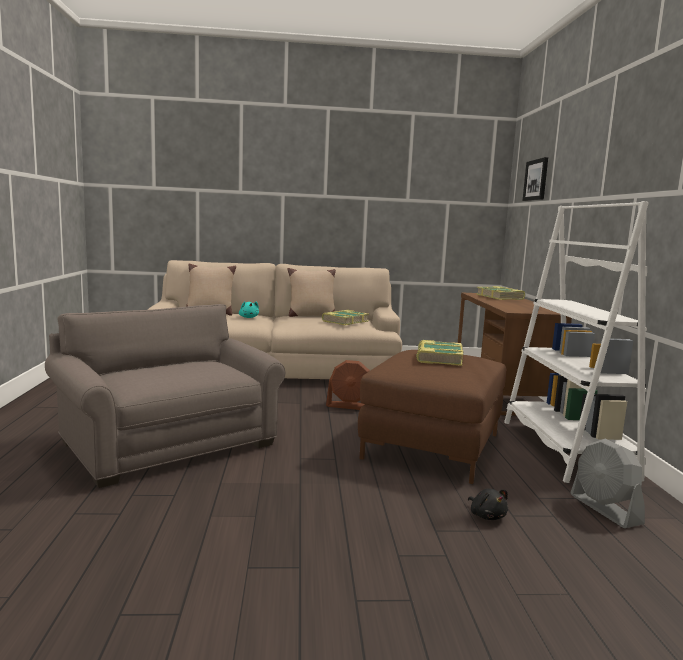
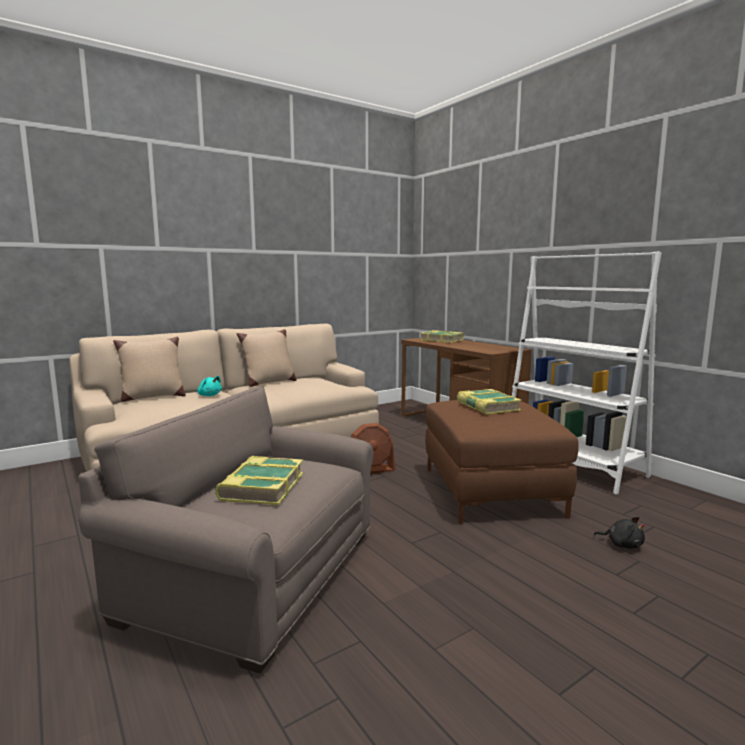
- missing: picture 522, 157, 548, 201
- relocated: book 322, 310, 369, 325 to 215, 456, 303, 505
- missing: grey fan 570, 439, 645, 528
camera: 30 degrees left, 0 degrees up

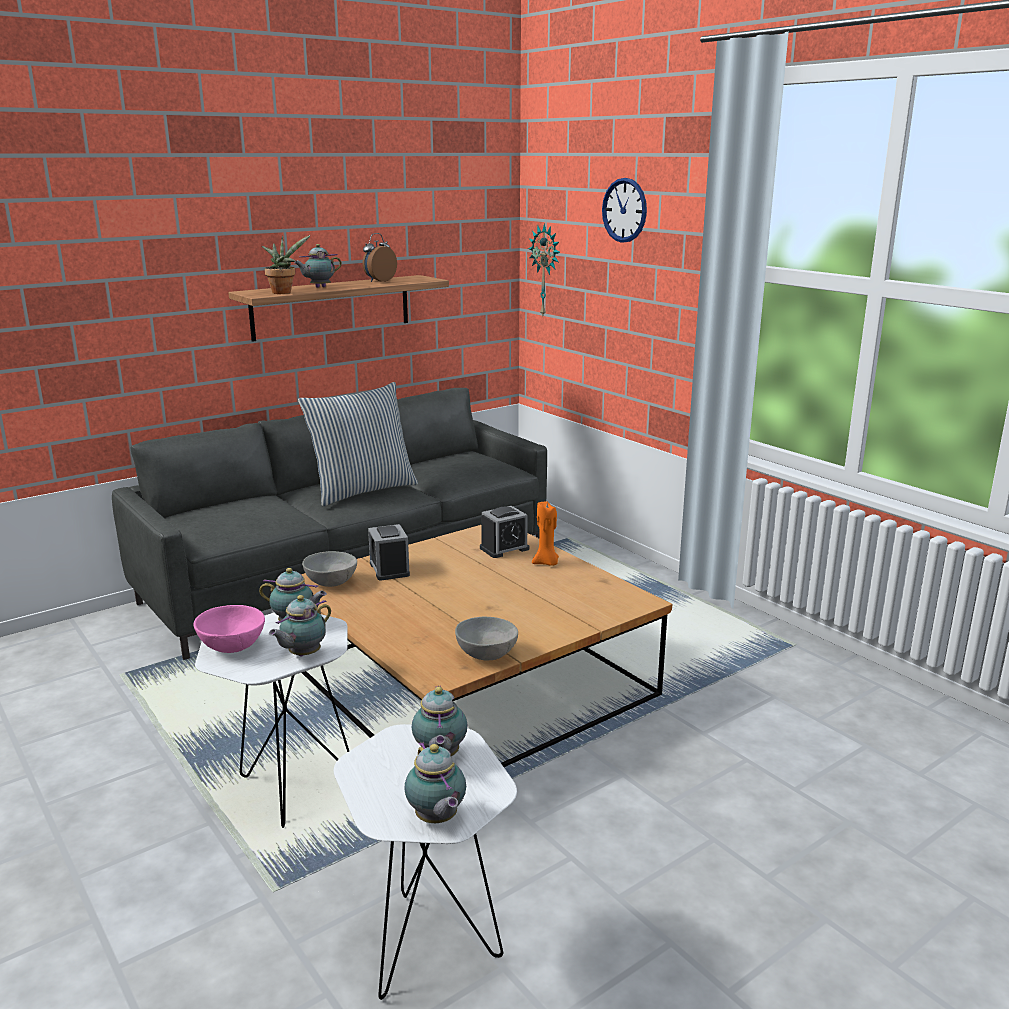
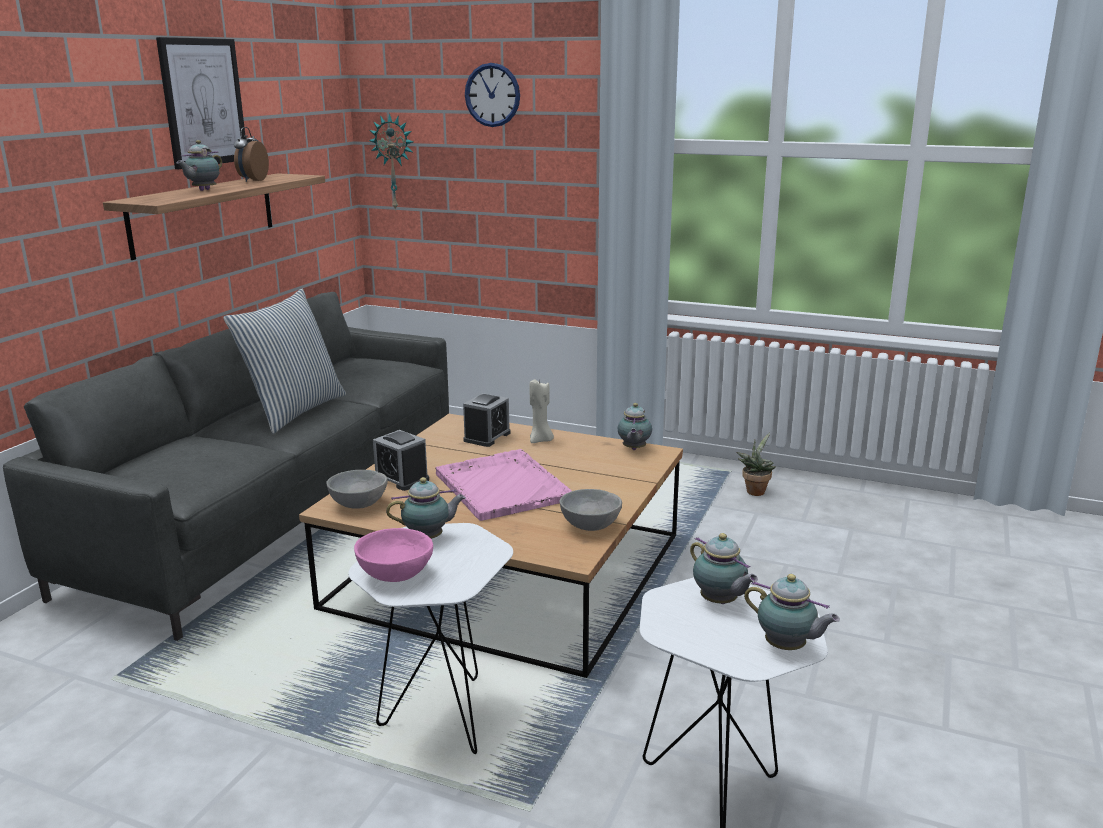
- relocated: potted plant 262, 235, 311, 294 to 736, 432, 776, 496
- colour: orange candle 532, 501, 559, 566 to beige candle 530, 378, 554, 443
- relocated: teapot 269, 595, 331, 656 to 618, 403, 652, 450
- appeared: picture 156, 37, 246, 169
- appeared: pink tray 435, 449, 572, 521
camera: 30 degrees left, 0 degrees up

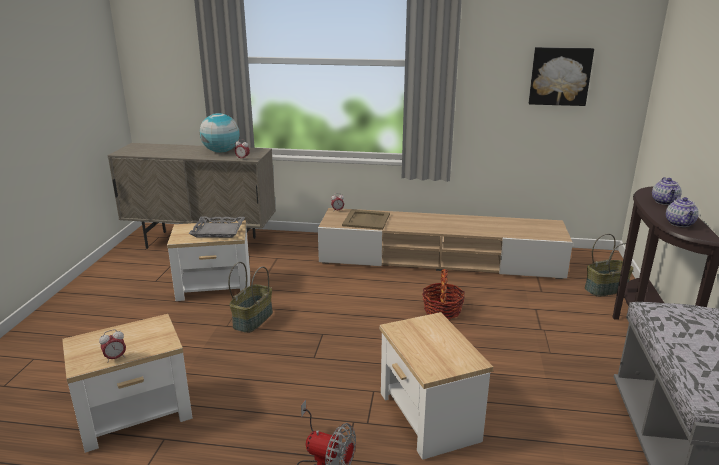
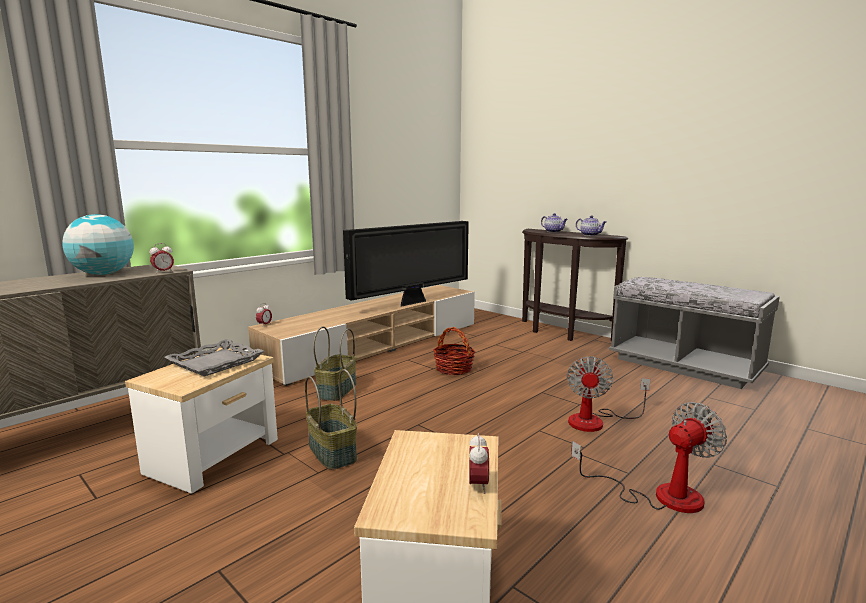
- missing: picture 529, 47, 594, 106
- missing: beige tray 342, 209, 390, 230
- relocated: basket 585, 234, 634, 297 to 313, 327, 356, 401
- exchanged: side table 380, 312, 493, 460 to fan 567, 356, 650, 432
- appeared: television 343, 221, 469, 307
camera: 55 degrees left, 10 degrees down

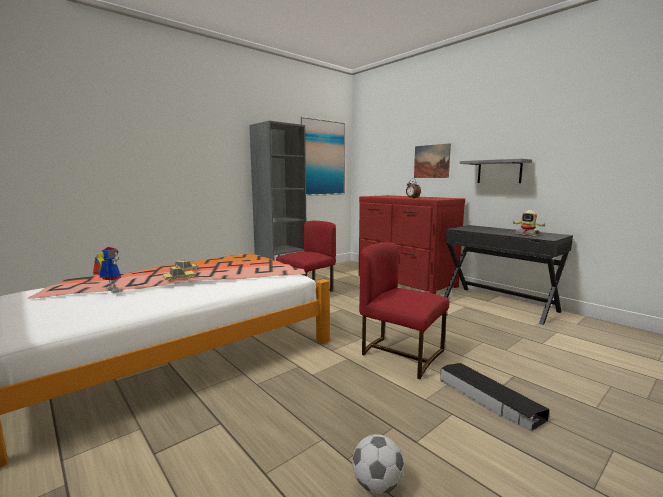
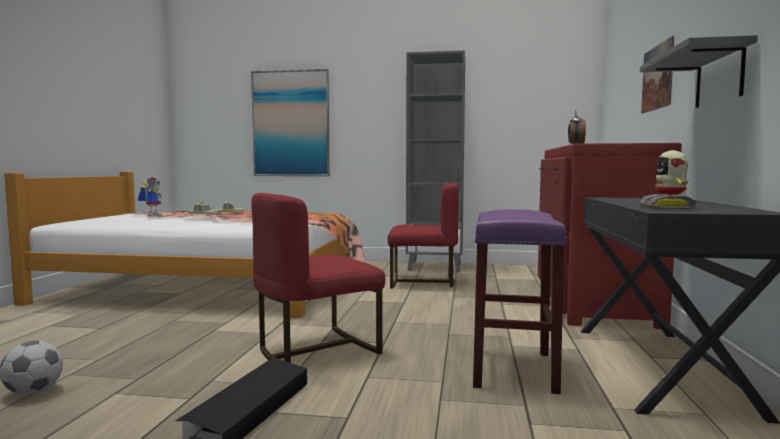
- relocated: picture 301, 117, 345, 196 to 251, 69, 330, 176
- spun: red chair 359, 242, 449, 379 = 251, 193, 385, 363 120 degrees counterclockwise
- appeared: purple stool 473, 209, 567, 394
camera: 50 degrees right, 5 degrees down

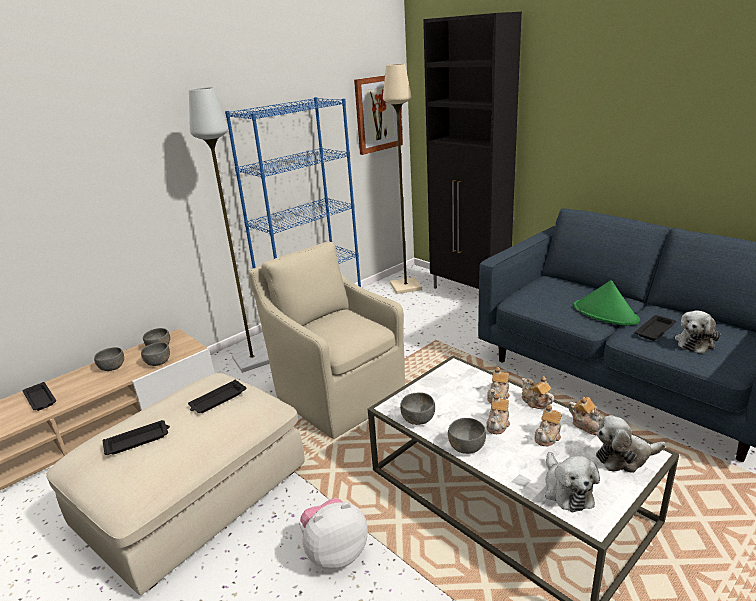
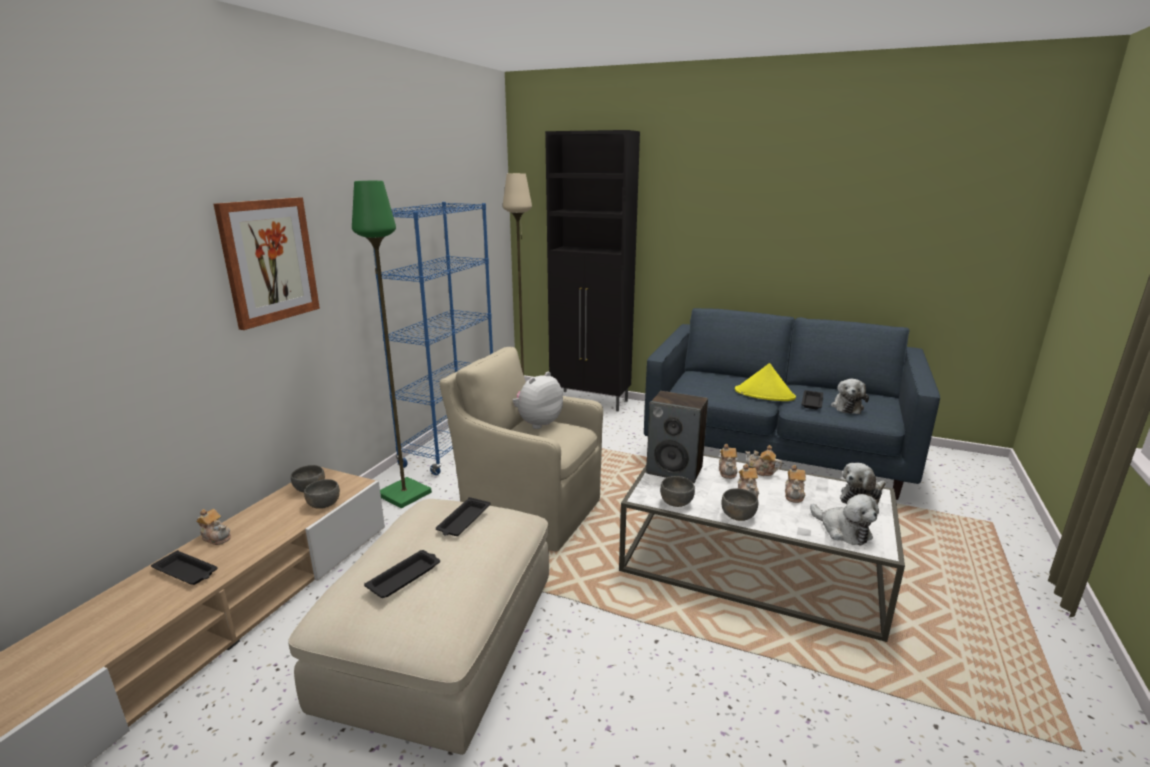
- relocated: picture 354, 75, 403, 155 to 213, 197, 320, 330
- colour: grey floor lamp 189, 87, 270, 373 to green floor lamp 352, 181, 432, 508
- colour: green hat 574, 280, 640, 326 to yellow hat 735, 363, 796, 401
- missing: grey bowl 94, 347, 124, 371
- relocated: teapot 568, 397, 604, 435 to 196, 509, 231, 545
- relocated: plush toy 300, 498, 368, 569 to 513, 372, 563, 429
- appeared: speaker 646, 391, 708, 483
camera: 25 degrees left, 5 degrees down

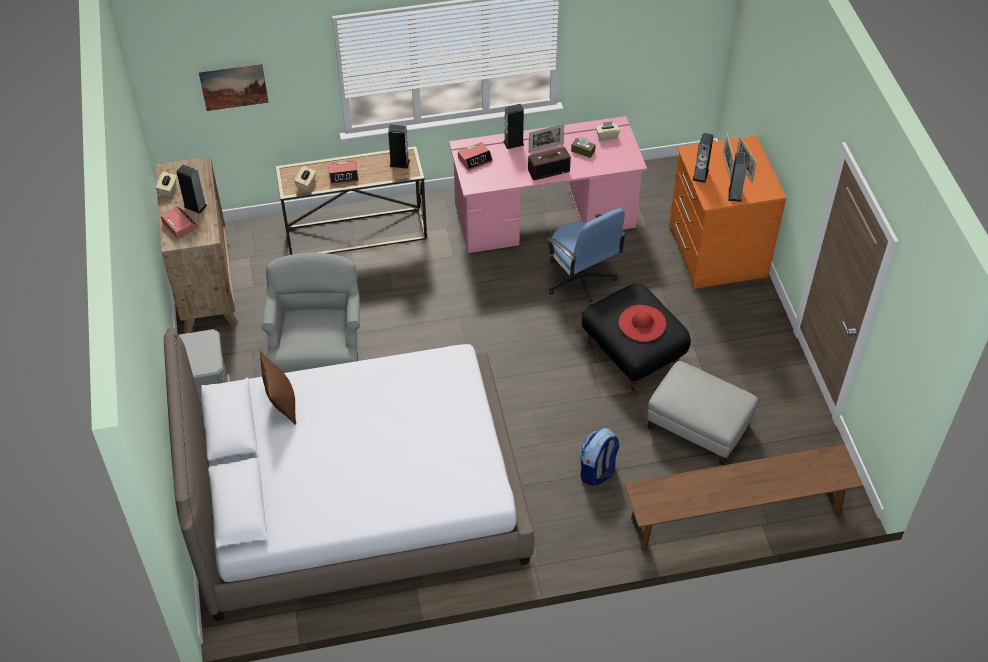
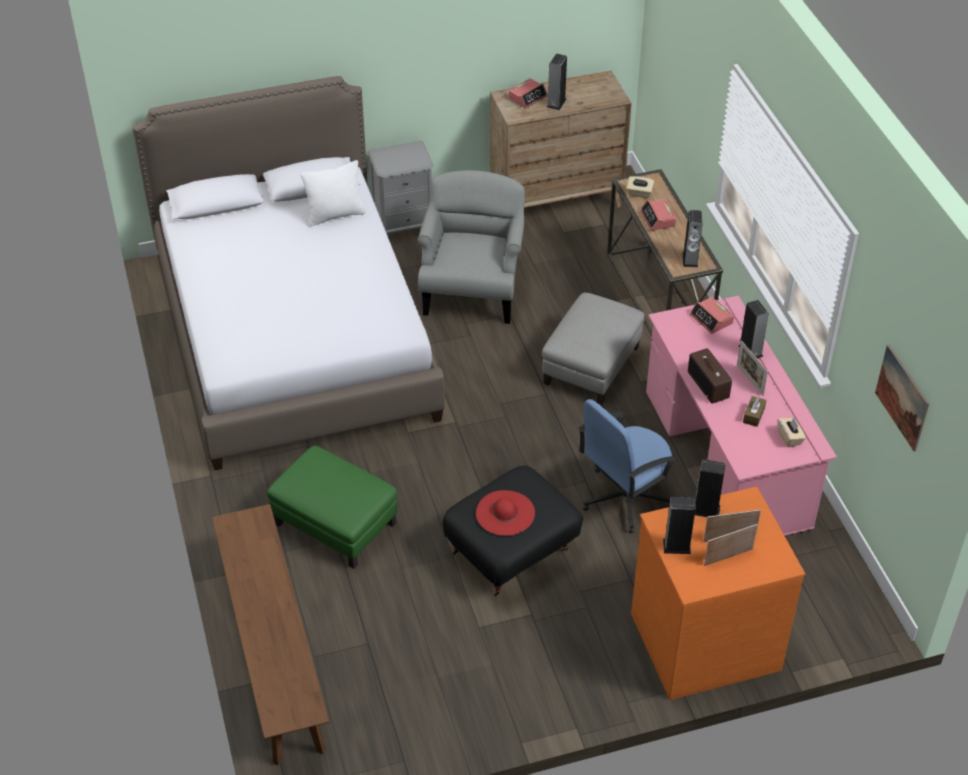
- relocated: picture 199, 63, 269, 111 to 875, 345, 929, 452
- missing: beige tissue box 156, 172, 177, 196
- spun: grey armchair 261, 252, 360, 373 = 418, 170, 525, 324 75 degrees counterclockwise
- colour: brown pillow 260, 351, 296, 425 to white pillow 301, 160, 366, 226
- relocated: grey ottoman 647, 361, 758, 465 to 542, 292, 645, 405
- exchanged: backpack 580, 428, 620, 486 to green ottoman 267, 446, 398, 568
camera: 85 degrees right, 5 degrees down

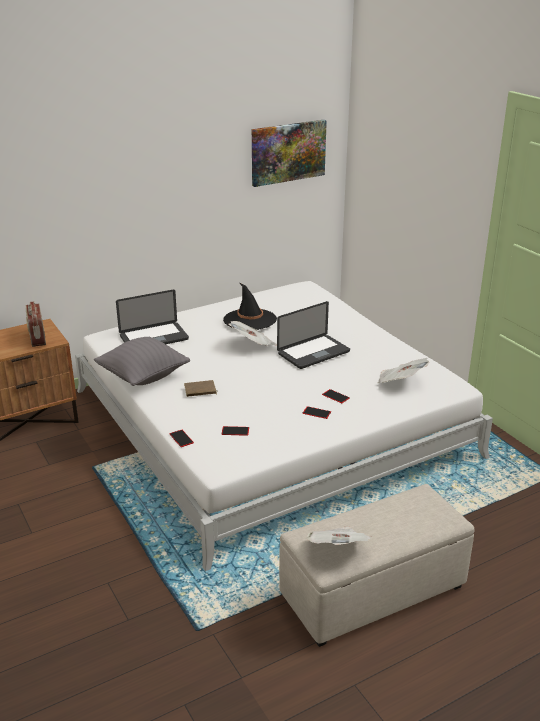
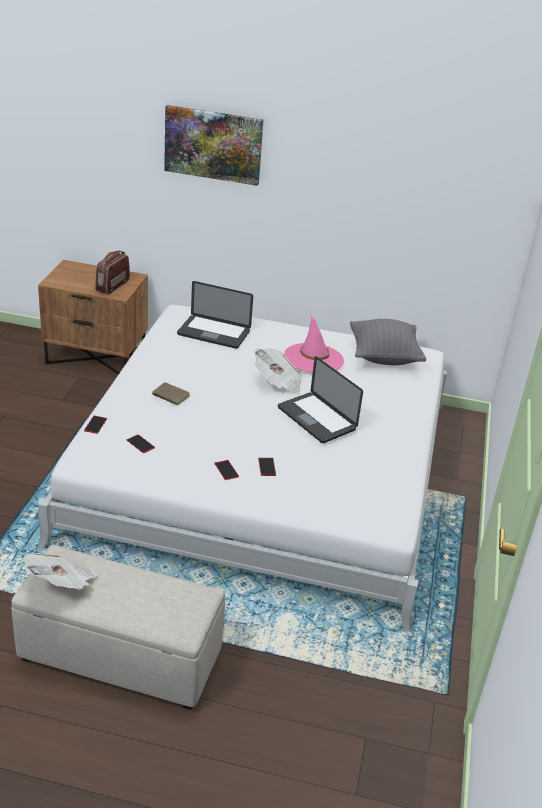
- relocated: picture 252, 120, 327, 187 to 164, 105, 264, 186
- colour: black hat 223, 283, 277, 330 to pink hat 284, 314, 344, 373
- spun: laptop 277, 301, 350, 369 = 278, 356, 363, 443 45 degrees clockwise
- relocated: grey pillow 94, 337, 190, 386 to 350, 319, 426, 365
- missing: newspaper 377, 358, 429, 383
camera: 40 degrees right, 5 degrees up

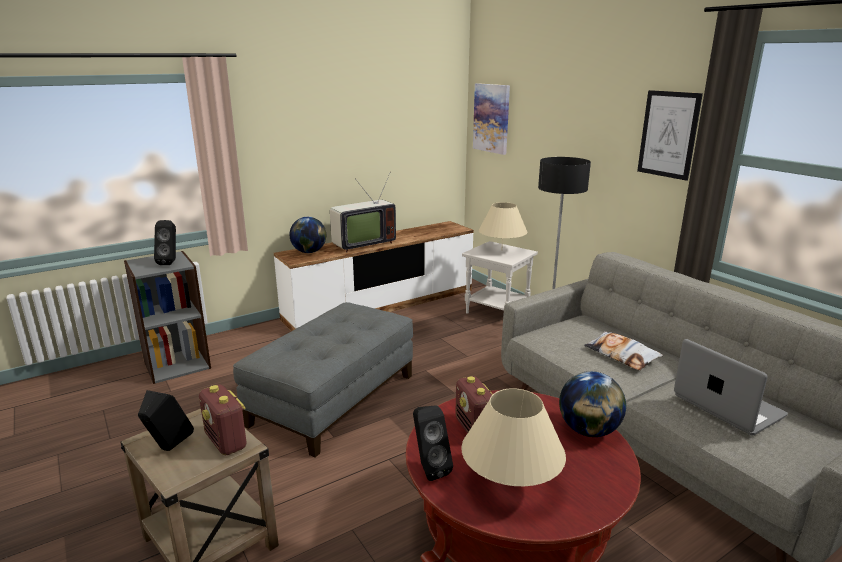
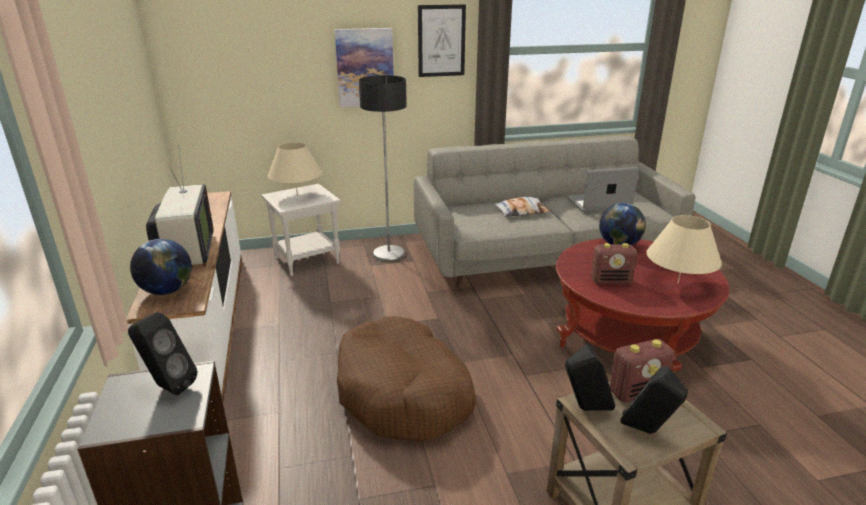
- relocated: picture 473, 83, 510, 155 to 334, 28, 394, 107
- exchanged: grey ottoman 233, 302, 413, 457 to brown dog bed 337, 316, 476, 441
- relocated: black speaker 413, 405, 453, 481 to 565, 344, 615, 411
camera: 70 degrees left, 5 degrees up

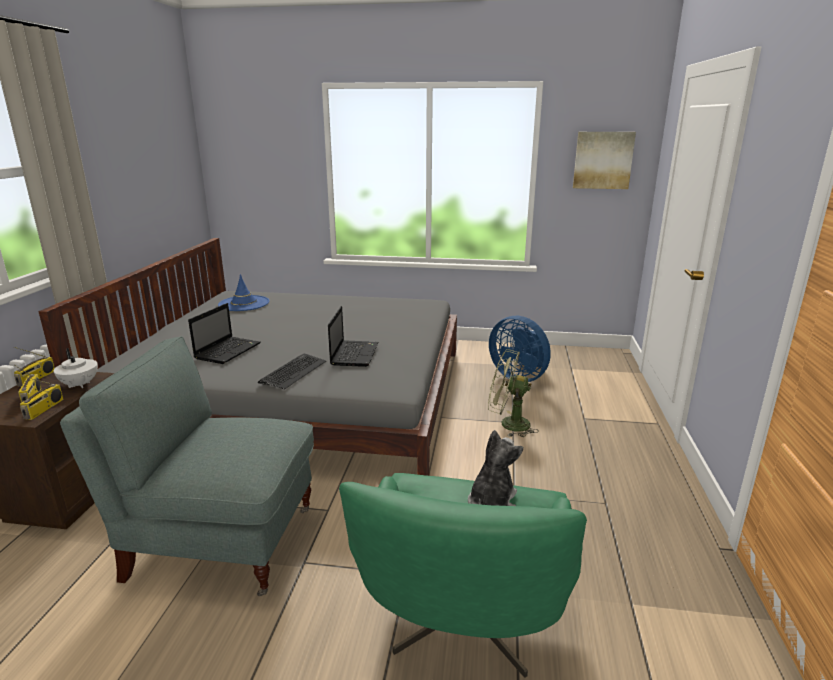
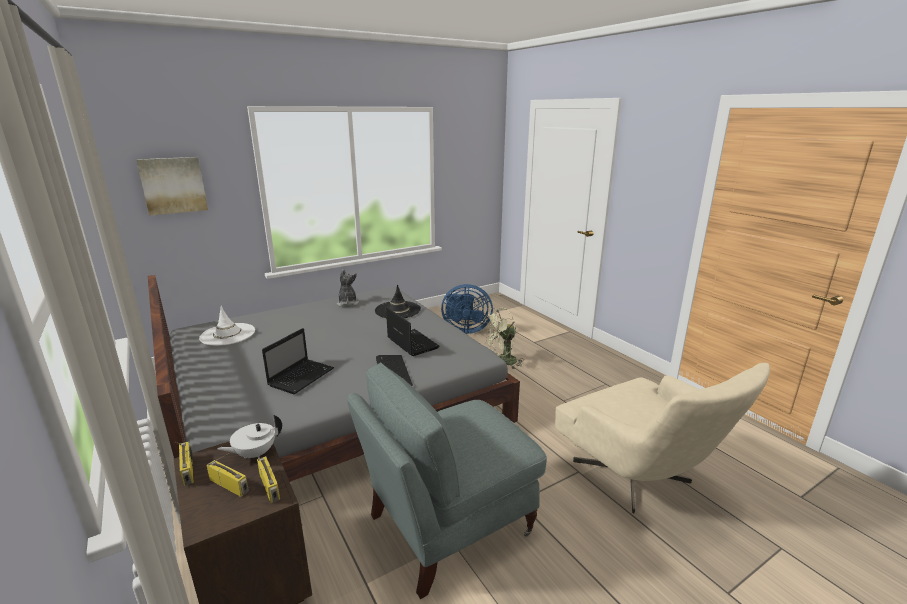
- relocated: picture 573, 132, 636, 189 to 136, 157, 208, 216
- colour: blue hat 218, 274, 269, 311 to white hat 199, 306, 255, 346
- spun: laptop 188, 303, 261, 364 = 262, 328, 334, 394 45 degrees clockwise
- spun: white teapot 53, 348, 98, 388 = 217, 415, 282, 458 135 degrees clockwise
- relocated: plush toy 468, 430, 523, 506 to 337, 270, 359, 307
- colour: green armchair 339, 473, 587, 678 to beige armchair 555, 363, 770, 513
- appeared: black hat 375, 285, 421, 318
camera: 40 degrees left, 0 degrees up

